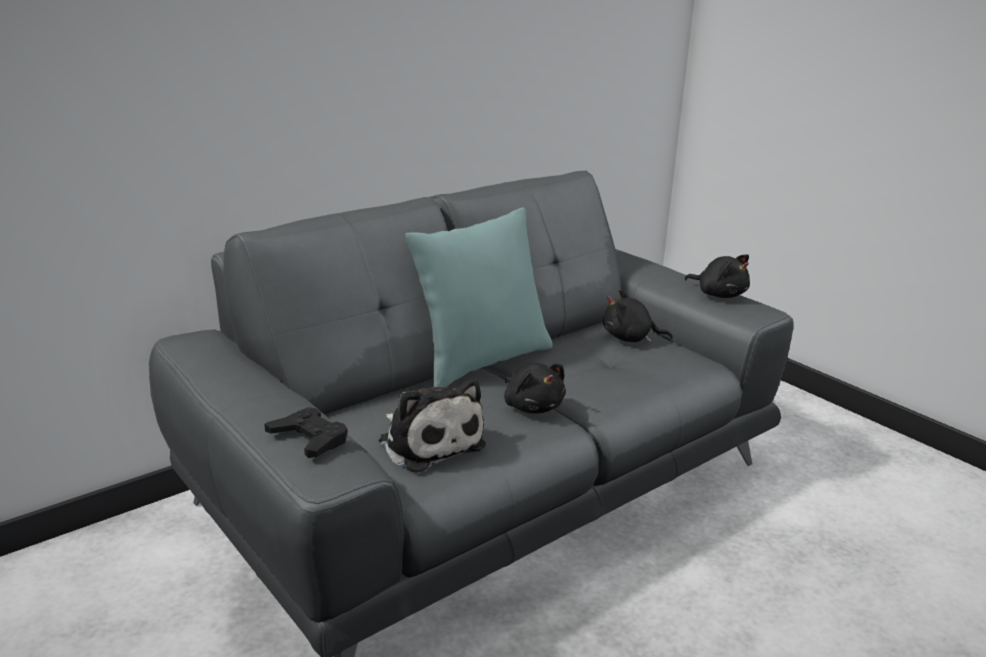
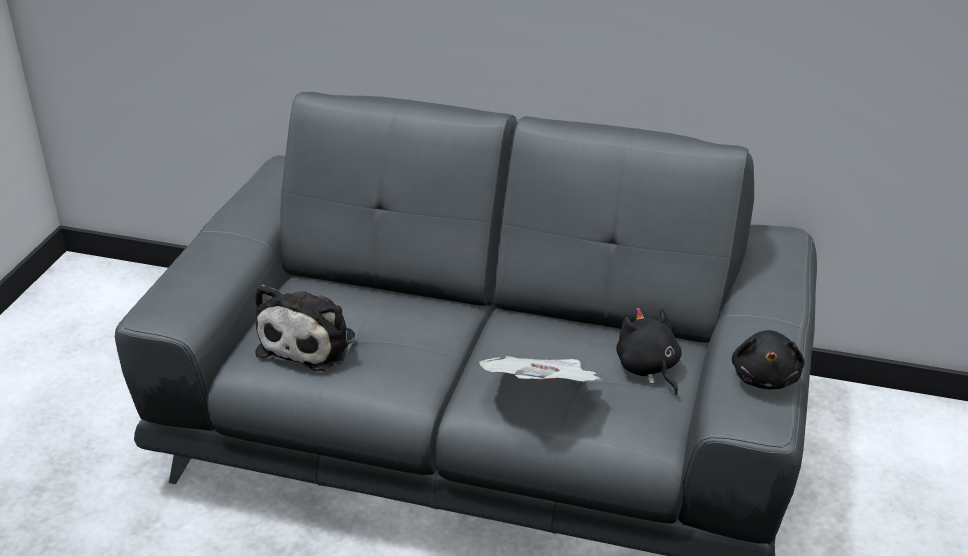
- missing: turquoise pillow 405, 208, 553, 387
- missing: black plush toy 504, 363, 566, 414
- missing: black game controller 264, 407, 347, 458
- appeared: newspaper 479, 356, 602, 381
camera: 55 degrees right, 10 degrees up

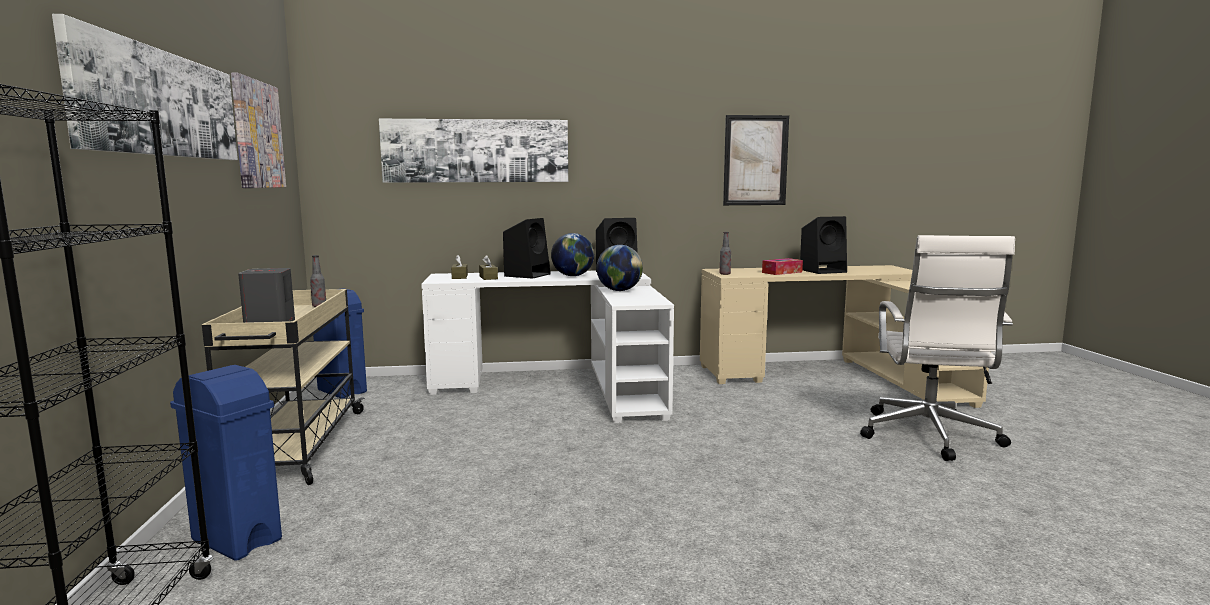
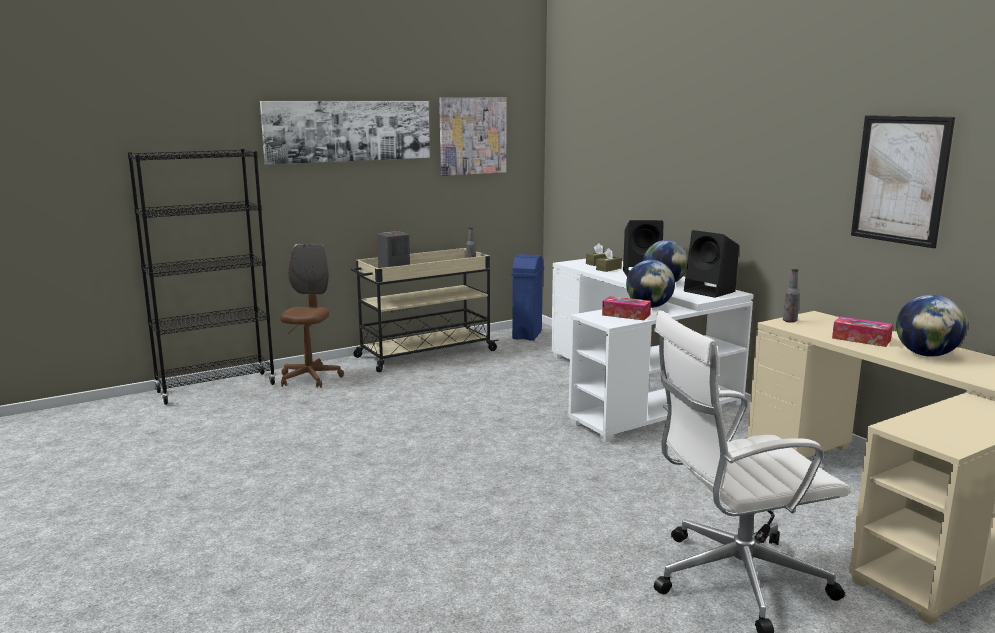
- missing: picture 379, 119, 568, 183
- exchanged: black speaker 800, 216, 847, 274 to globe 896, 295, 966, 357
- exchanged: blue trash can 170, 365, 282, 560 to brown office chair 280, 244, 344, 388
- appeared: tissue box 602, 296, 651, 320
camera: 65 degrees right, 5 degrees up

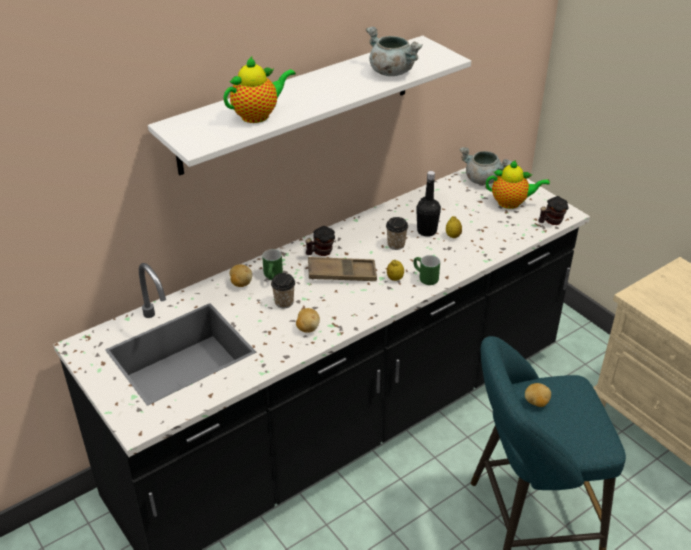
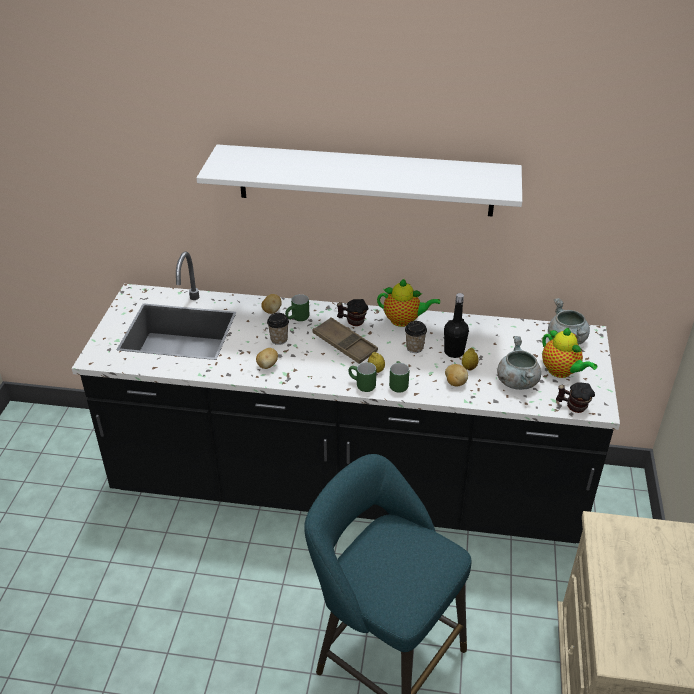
- relocated: grey cooking pot 366, 27, 423, 76 to 497, 336, 541, 390
- relocated: teapot 223, 57, 296, 123 to 377, 279, 440, 327
- relocated: potato 525, 383, 551, 407 to 445, 364, 468, 387
- appeared: green mug 348, 362, 376, 392
camera: 45 degrees right, 0 degrees up

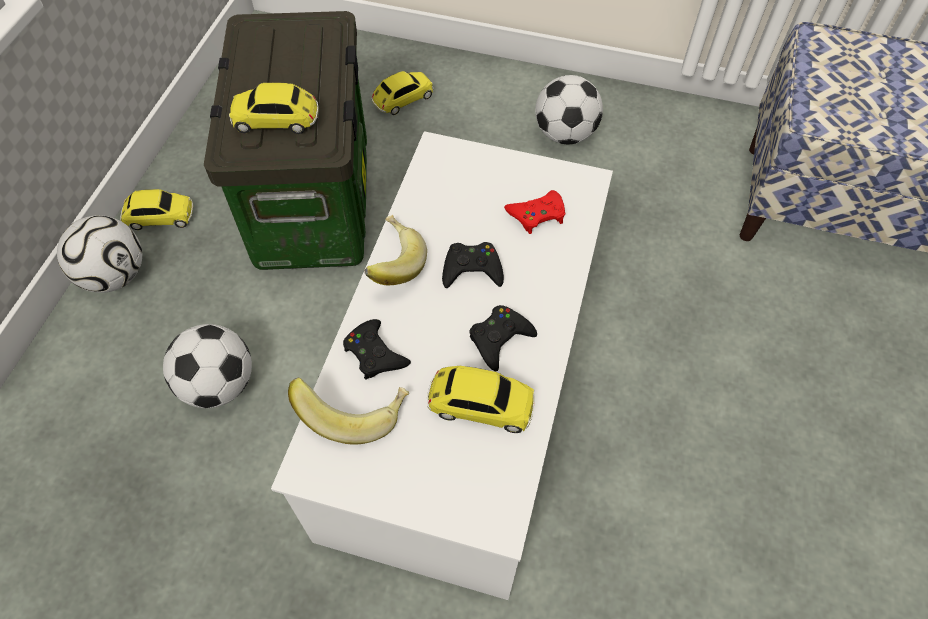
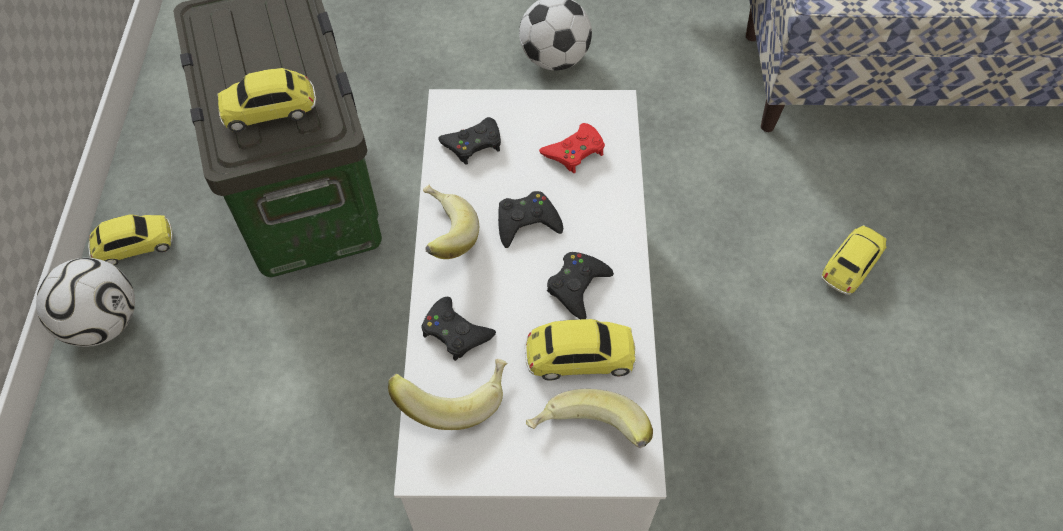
- relocated: toy car 372, 71, 434, 115 to 821, 225, 887, 295
- missing: football 163, 324, 252, 408
- appeared: black game controller 438, 117, 501, 165
- appeared: banana 526, 389, 653, 448
camera: 15 degrees left, 0 degrees up

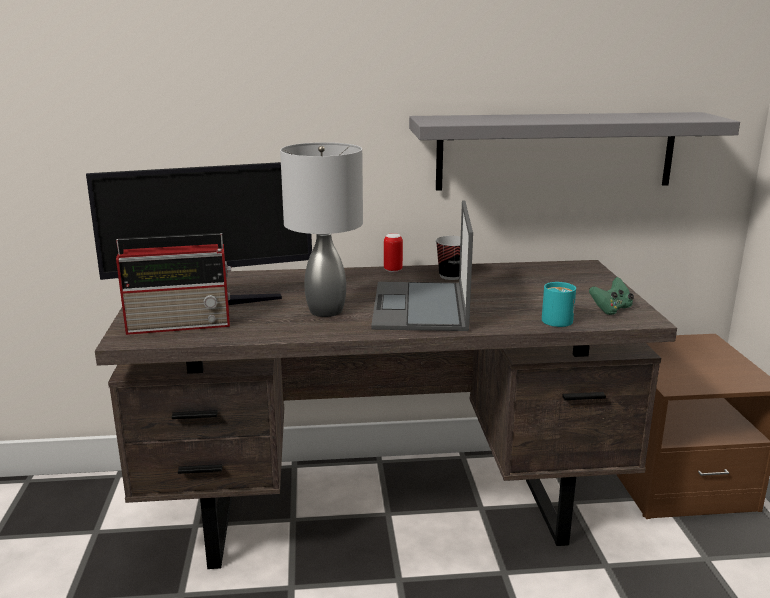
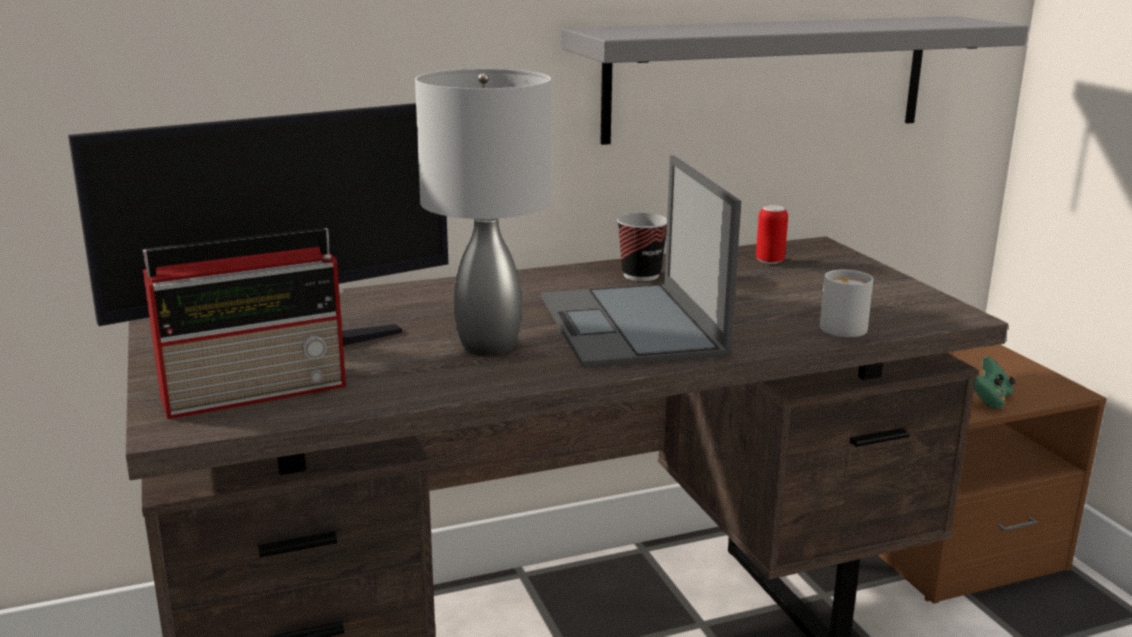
- relocated: can 384, 233, 403, 272 to 756, 205, 788, 264
- relocated: green game controller 589, 277, 634, 315 to 974, 356, 1015, 409
- colour: turquoise mug 542, 282, 576, 327 to white mug 820, 269, 874, 337
camera: 15 degrees left, 0 degrees up

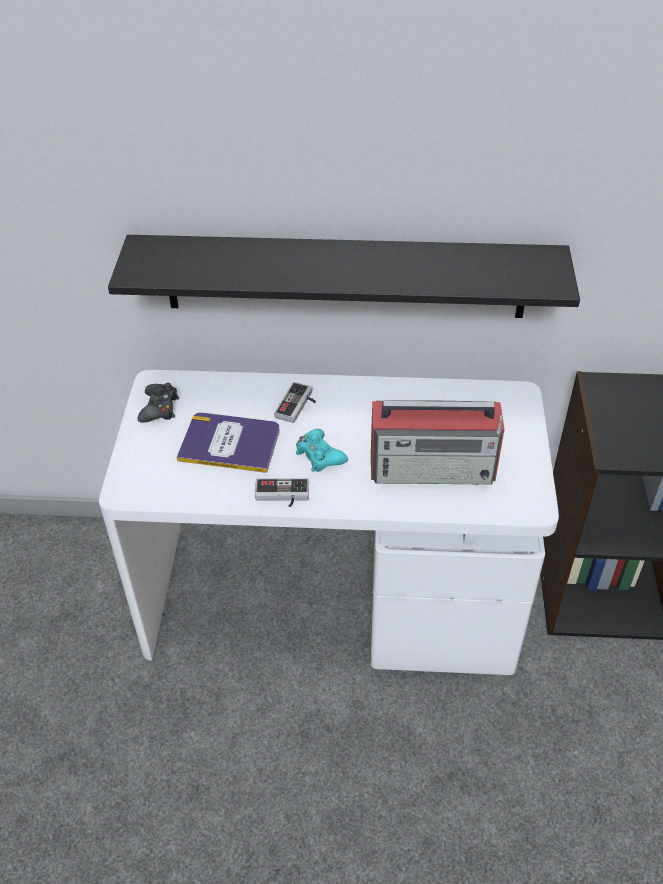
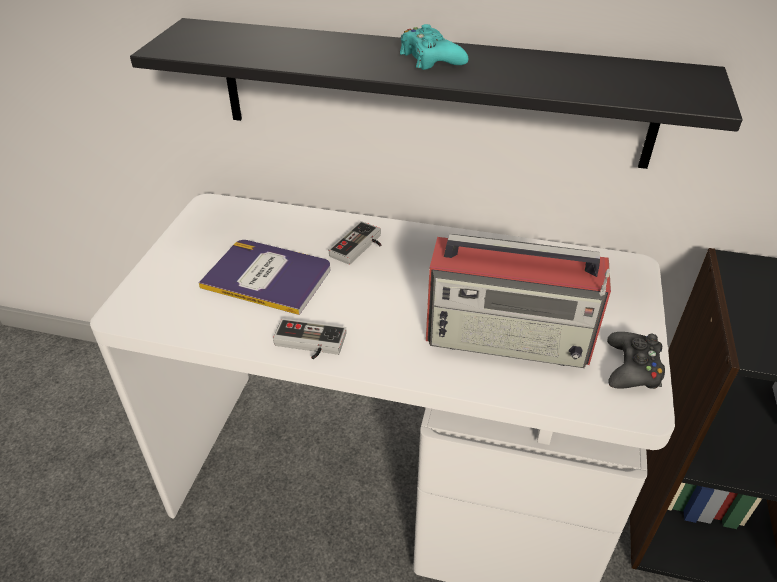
- relocated: black game controller 138, 383, 179, 423 to 607, 332, 665, 389
- relocated: turquoise game controller 296, 429, 348, 472 to 399, 24, 468, 70
camera: 10 degrees right, 5 degrees down

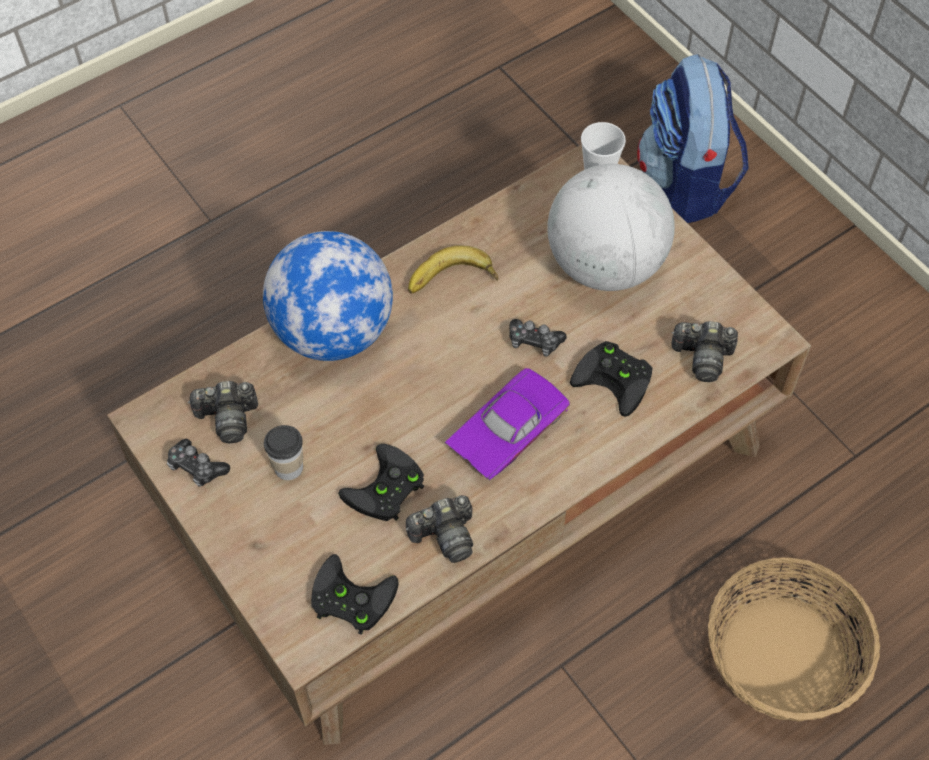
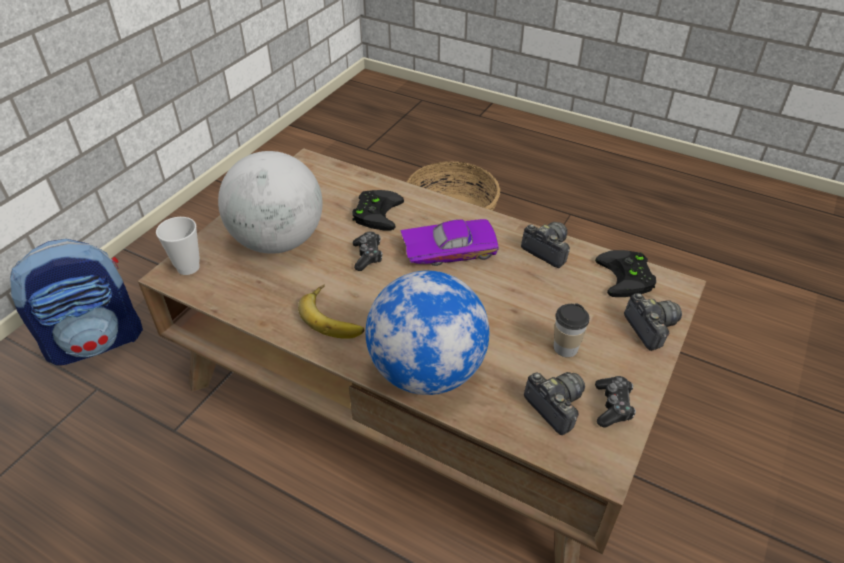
- relocated: photo camera 671, 321, 738, 382 to 624, 293, 682, 351
- spun: purple toy car 445, 368, 570, 480 = 400, 219, 499, 266 150 degrees clockwise
- missing: black game controller 338, 444, 424, 521
camera: 115 degrees left, 15 degrees down

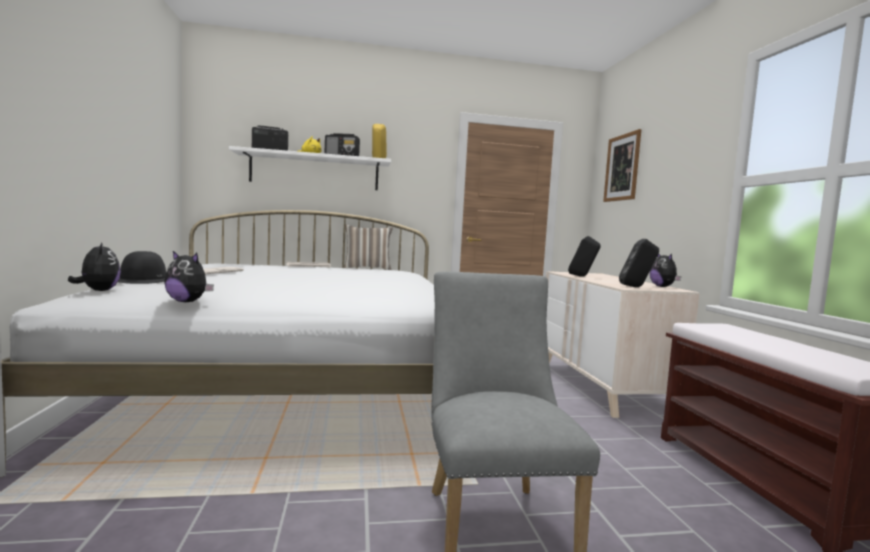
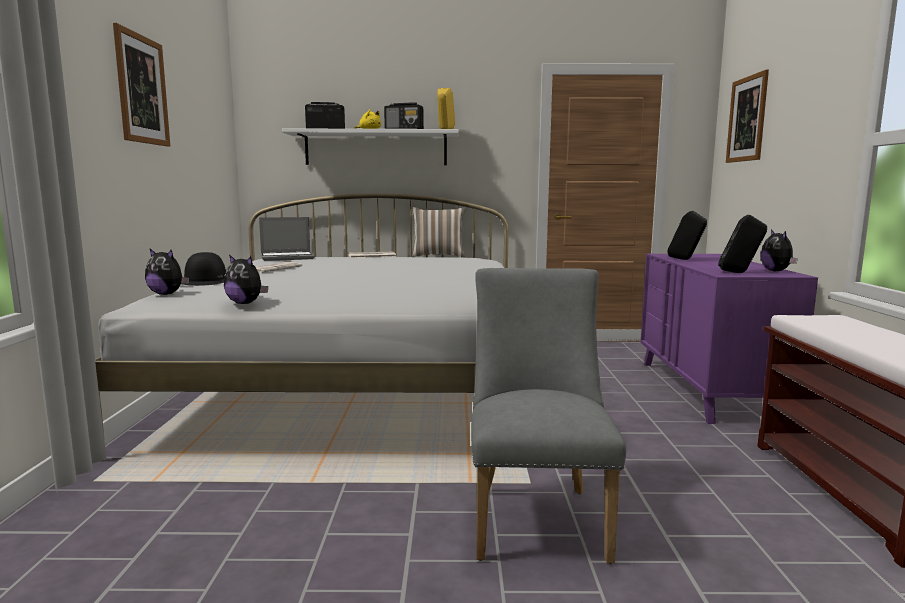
- spun: plush toy 68, 243, 121, 291 = 145, 249, 189, 295 135 degrees clockwise
- colour: beige dresser 546, 271, 700, 418 to purple dresser 640, 254, 818, 424
- appeared: picture 113, 23, 170, 147
- appeared: laptop 259, 217, 315, 261
camera: 10 degrees right, 5 degrees up

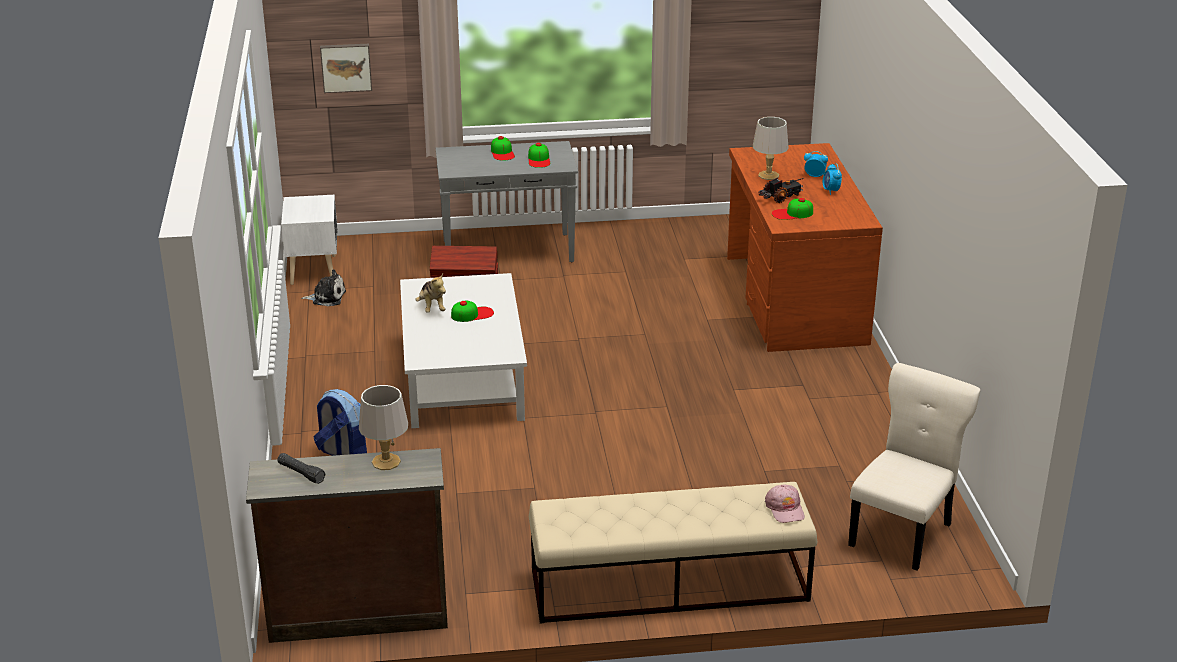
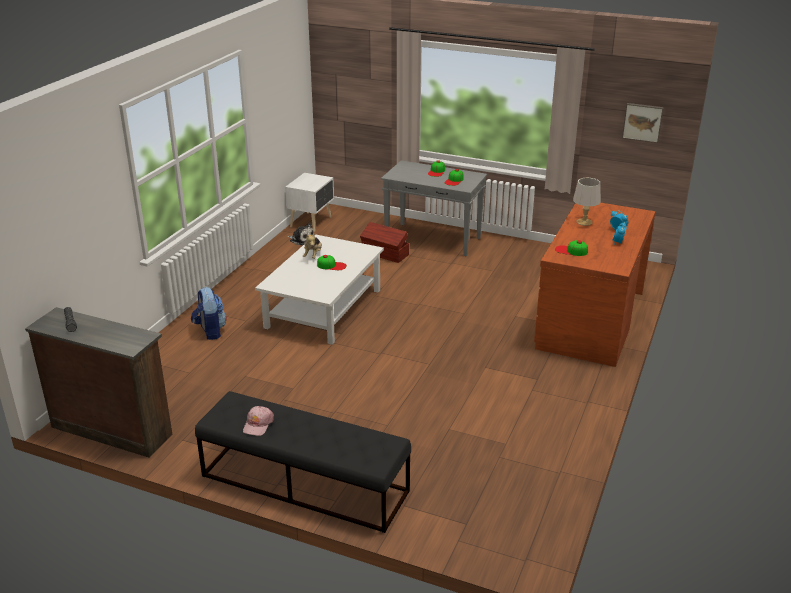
- relocated: picture 320, 44, 372, 93 to 622, 103, 664, 143
- missing: toy truck 758, 178, 804, 203
- missing: beige chair 848, 363, 980, 571
- missing: grey table lamp 359, 385, 408, 470
- colour: beige bench 529, 482, 817, 624 to black bench 195, 391, 411, 533
- relocated: pink cap 765, 484, 805, 523 to 243, 406, 274, 436
camera: 30 degrees right, 0 degrees up

